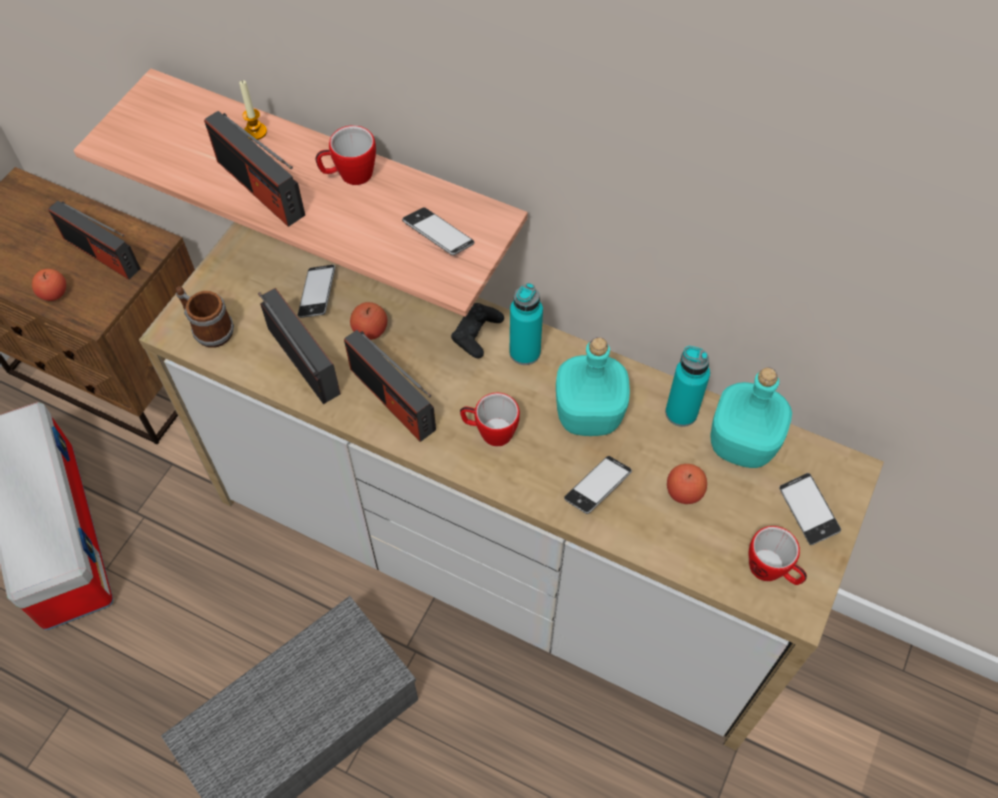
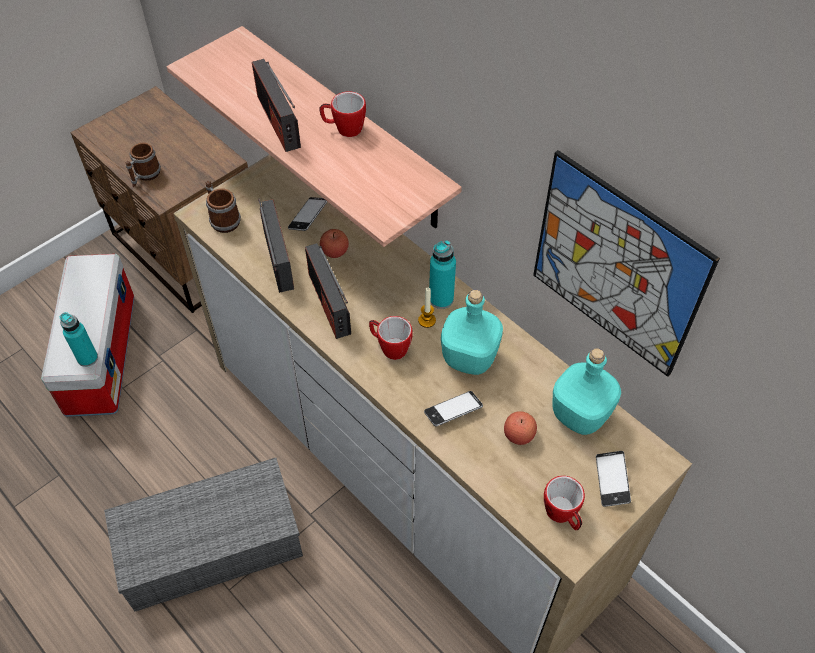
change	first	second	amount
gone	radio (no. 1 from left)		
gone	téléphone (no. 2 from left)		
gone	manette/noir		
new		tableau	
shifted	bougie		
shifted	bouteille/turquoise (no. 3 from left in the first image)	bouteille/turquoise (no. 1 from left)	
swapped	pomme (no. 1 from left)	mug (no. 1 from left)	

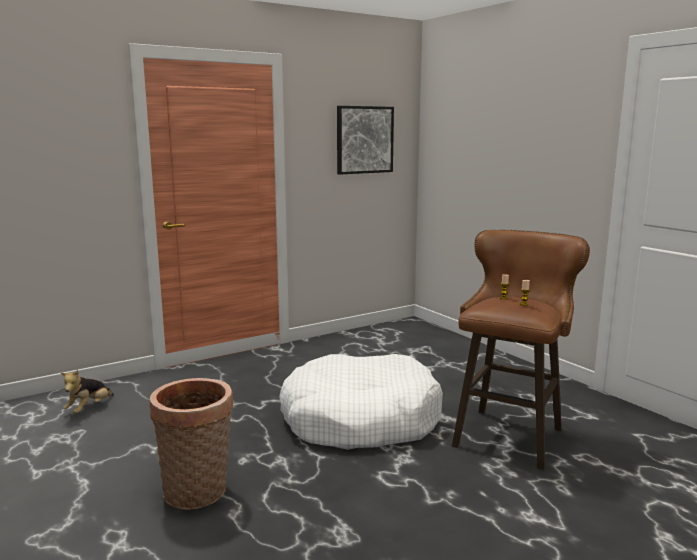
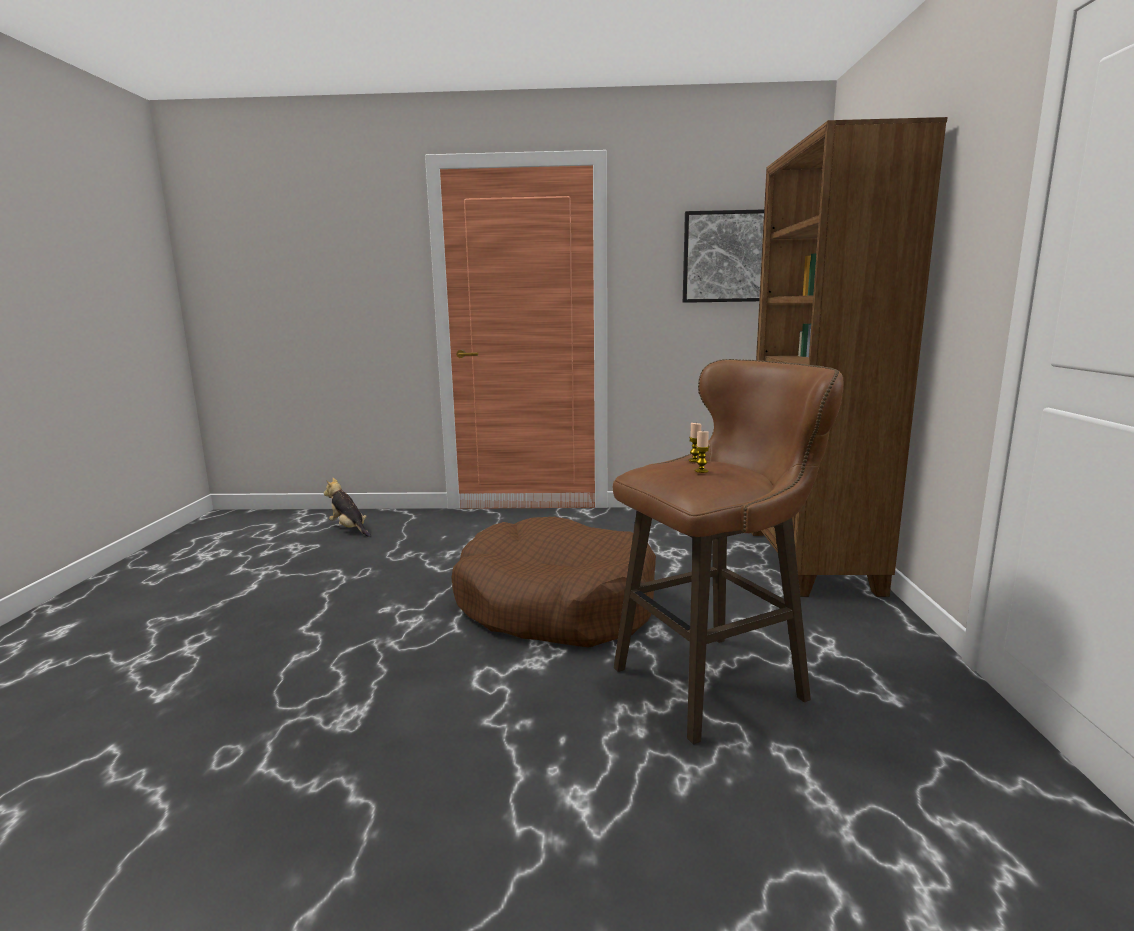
change	first	second	amount
gone	panier		
new		bibliothèque/marron	
repainted	panier pour chien/blanc	panier pour chien/marron	
rotated	peluche		75 degrees clockwise

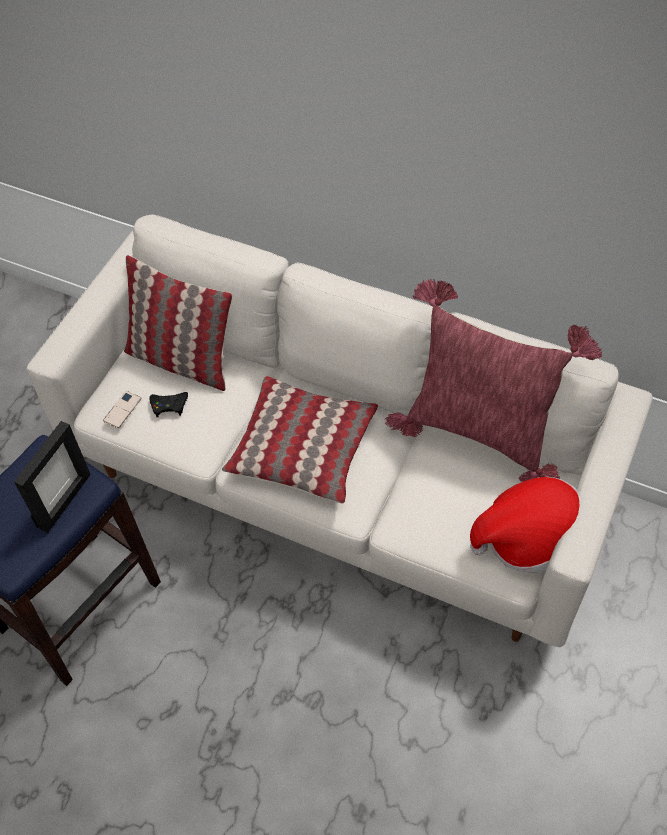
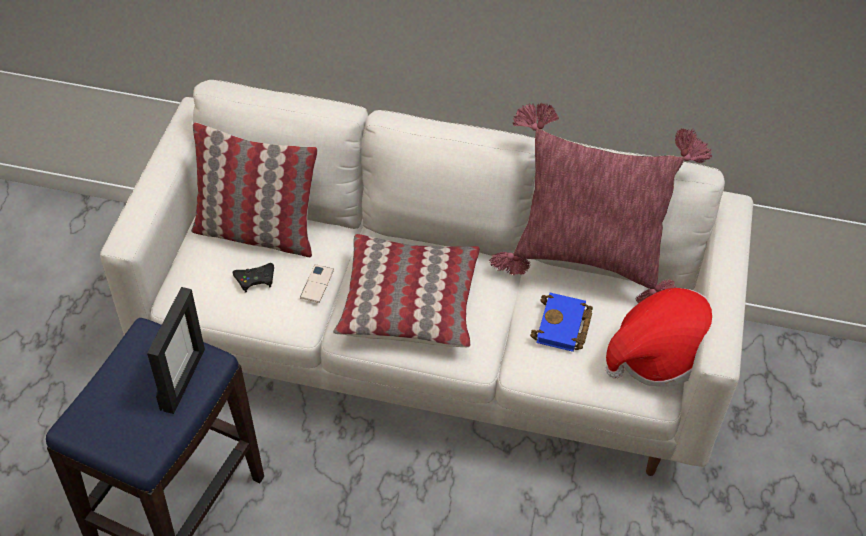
change	first	second	amount
new		livre/bleu	
shifted	téléphone		

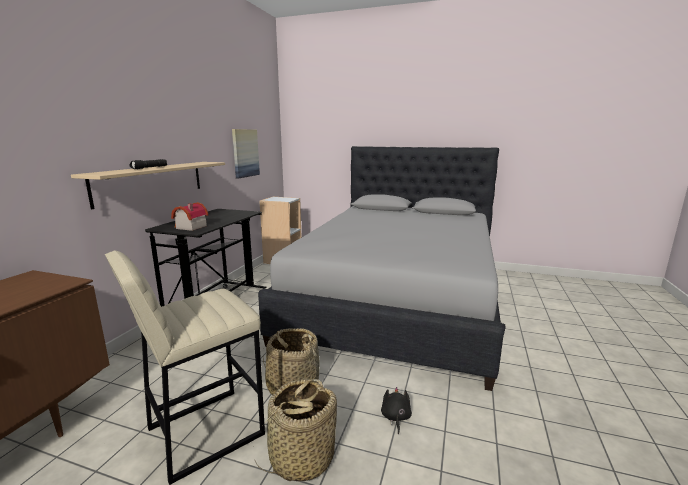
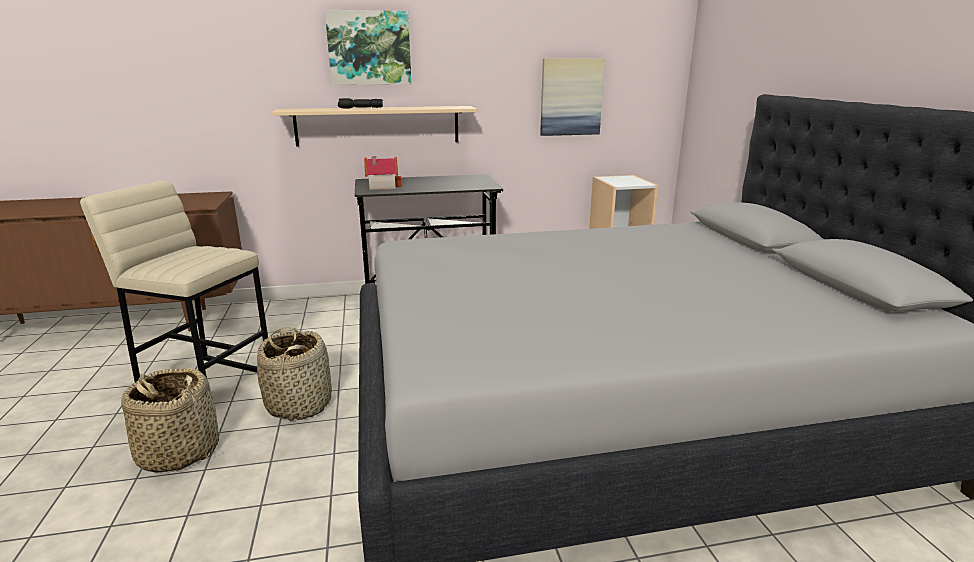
change	first	second	amount
gone	peluche/noir		
new		tableau (no. 1 from left)	

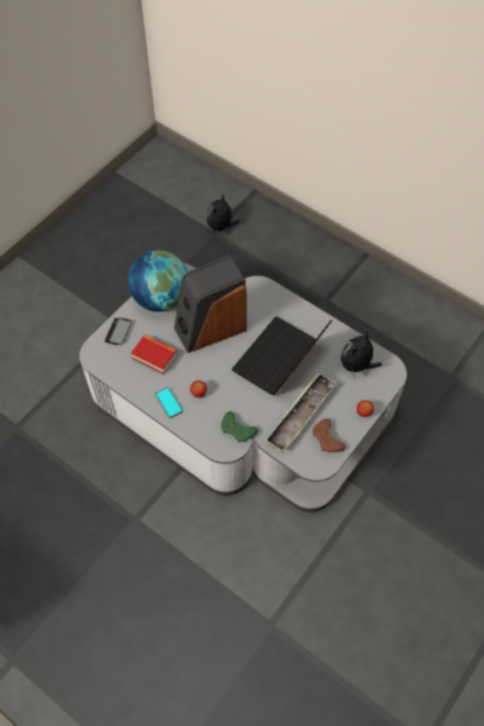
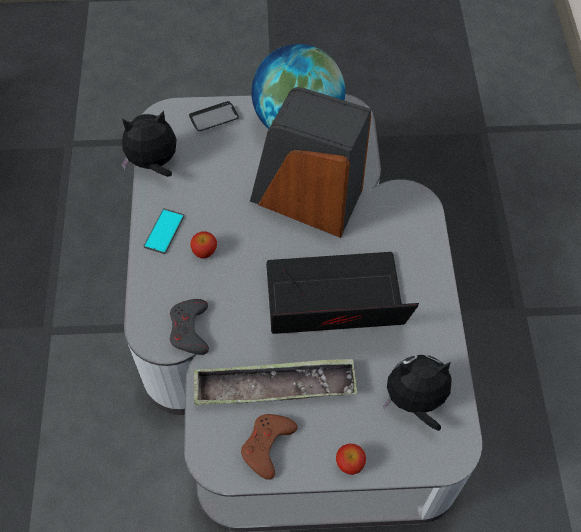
change	first	second	amount
gone	livre		
shifted	peluche (no. 1 from left)		
repainted	manette/vert	manette/gris	

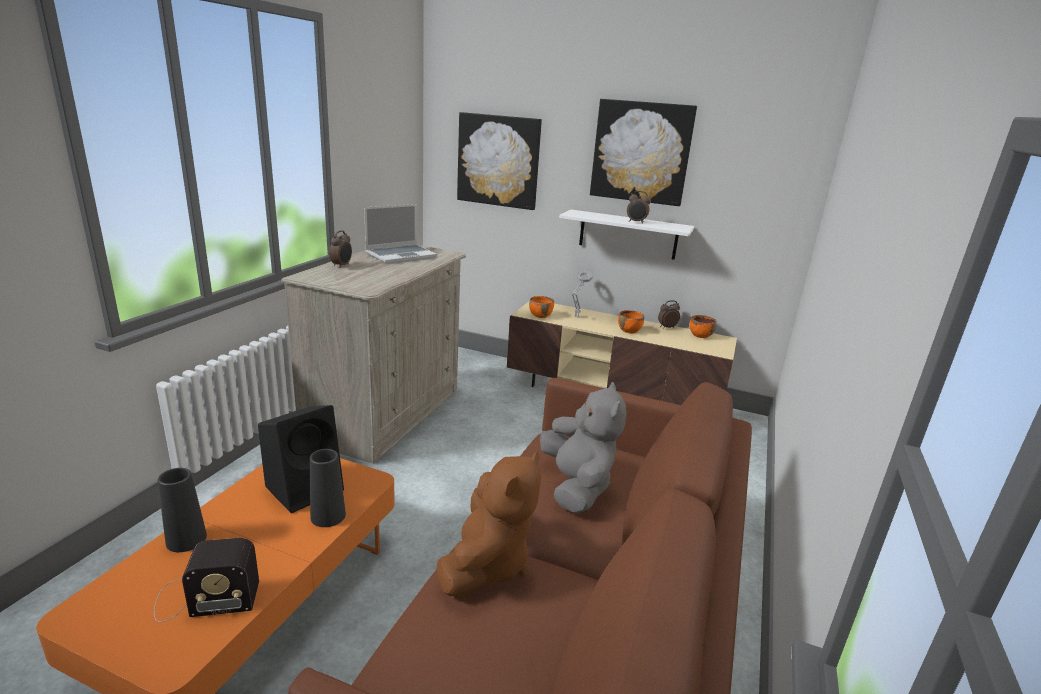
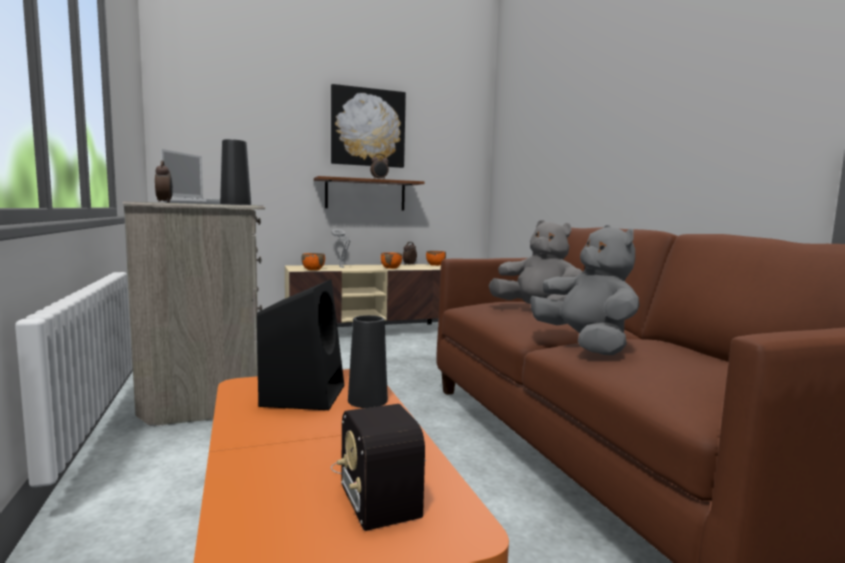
change	first	second	amount
gone	tableau (no. 1 from left)		
shifted	vase/noir (no. 1 from left)		
repainted	peluche/marron	peluche/gris (no. 2 from left)	
repainted	étagère/blanc	étagère/marron	
rotated	radio		120 degrees clockwise

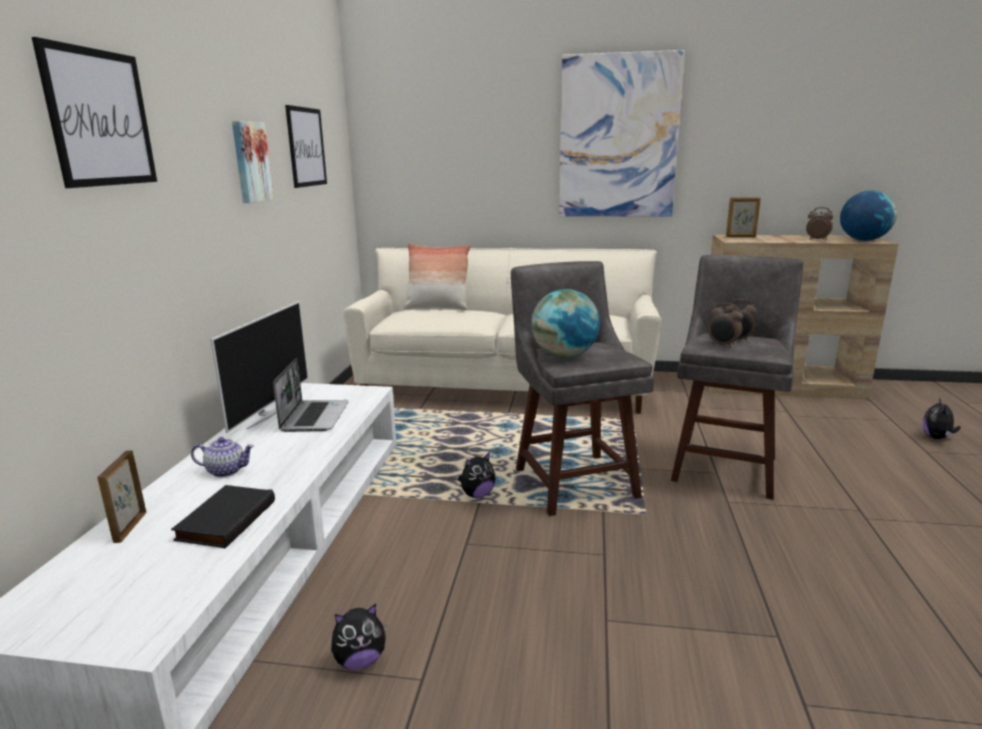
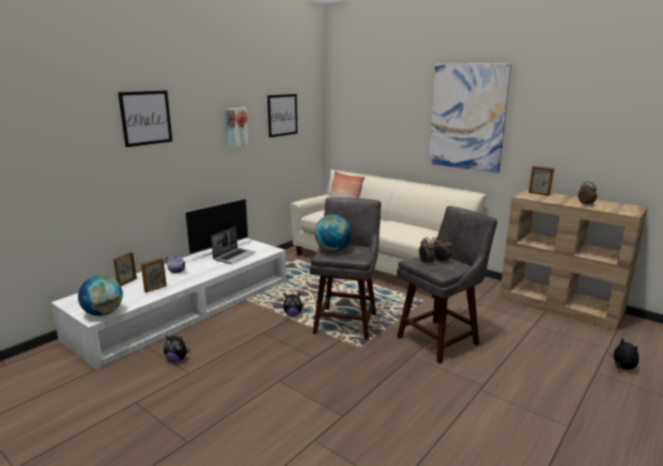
change	first	second	amount
shifted	globe (no. 2 from left in the first image)	globe (no. 1 from left)	
swapped	livre/noir	cadre photo (no. 2 from left)	
rotated	peluche (no. 3 from left)		105 degrees clockwise

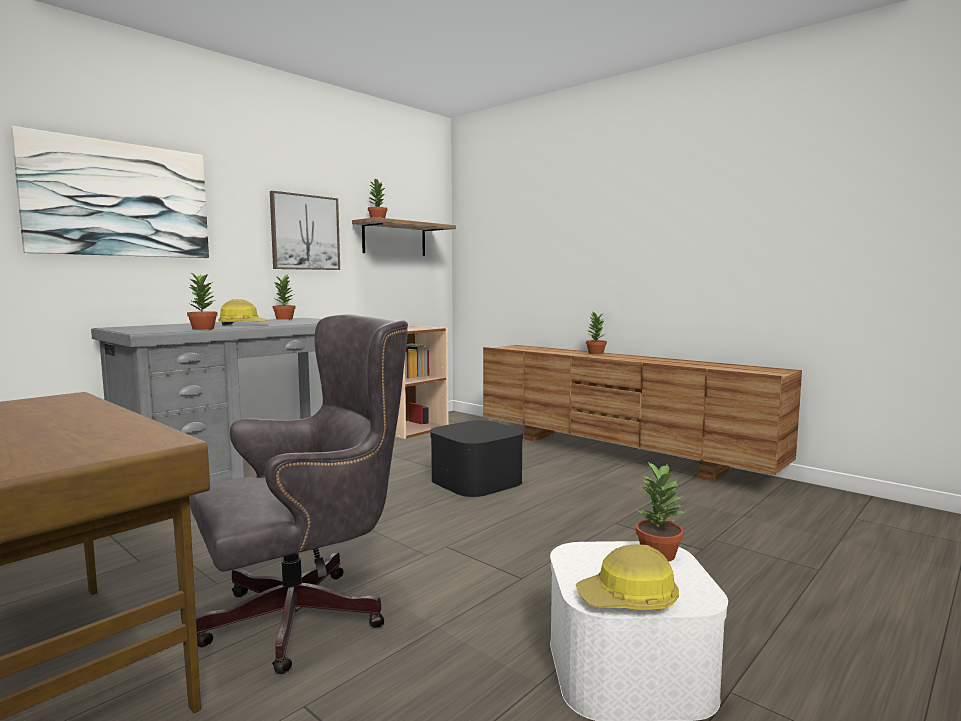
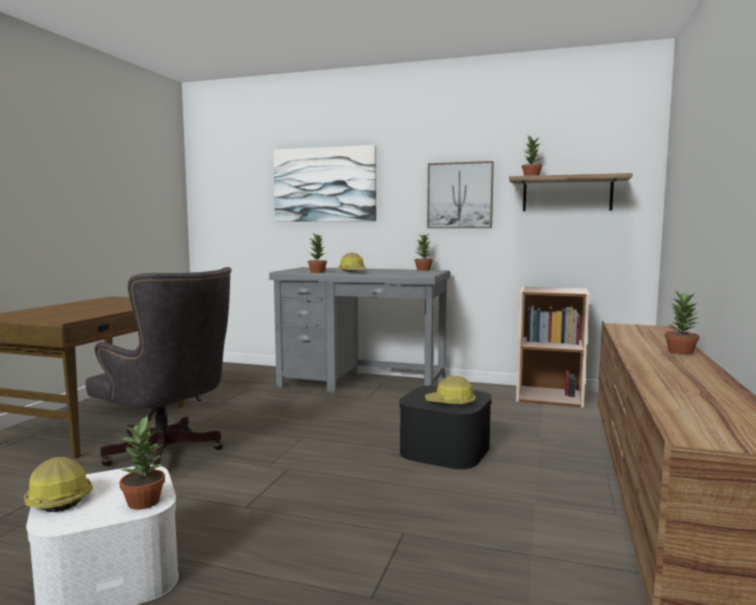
change	first	second	amount
new		casque de chantier (no. 3 from left)	

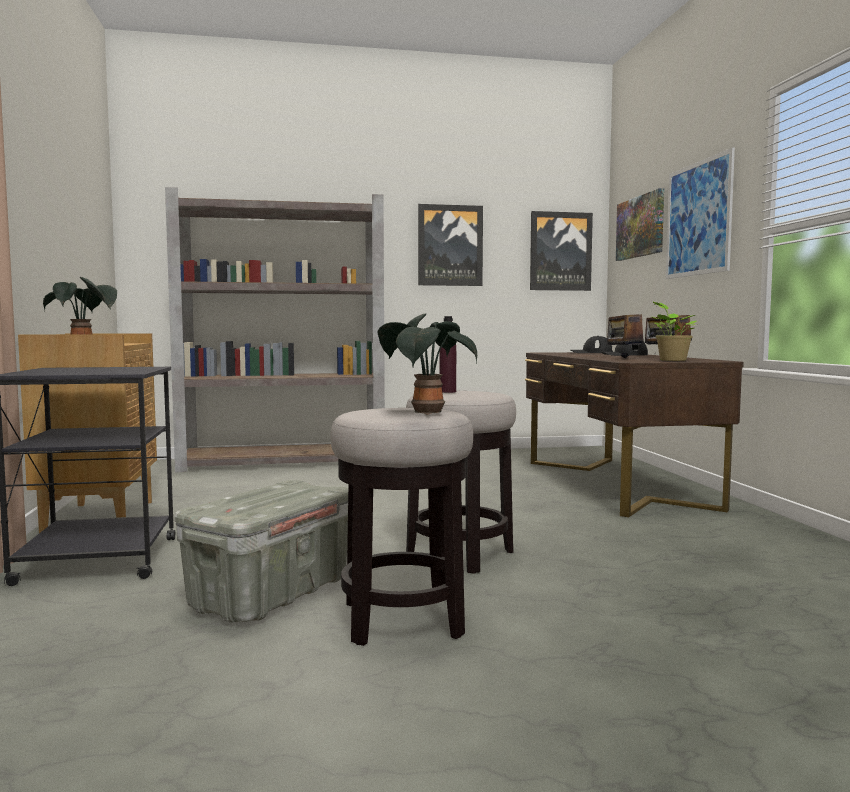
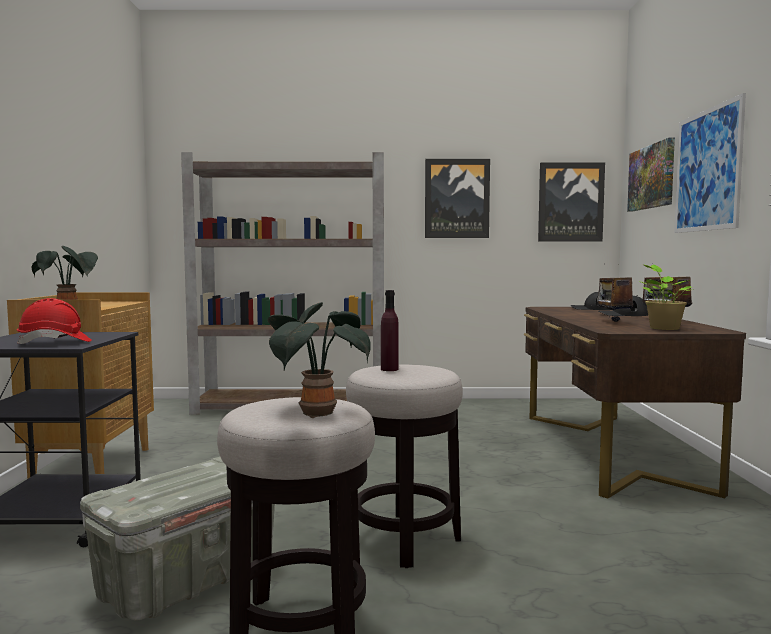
change	first	second	amount
new		casque de chantier/rouge	

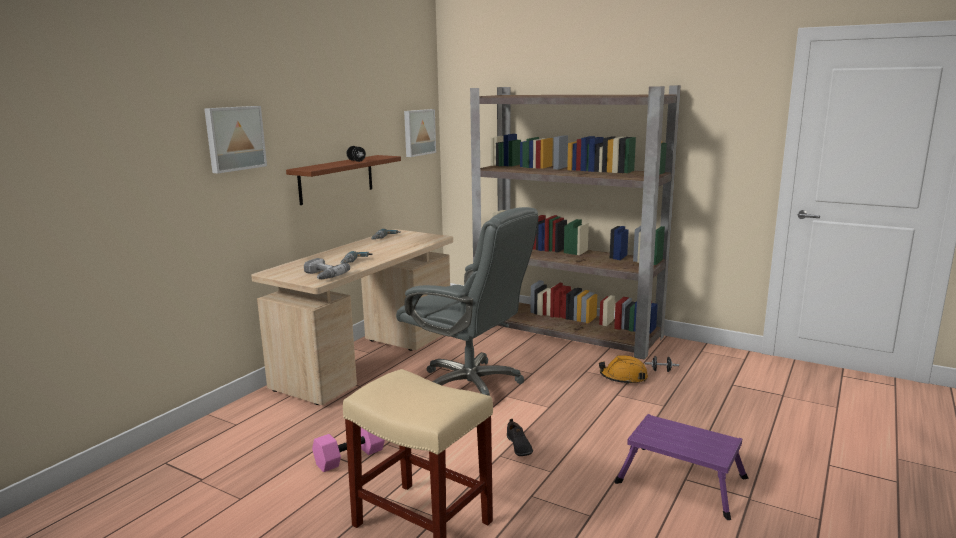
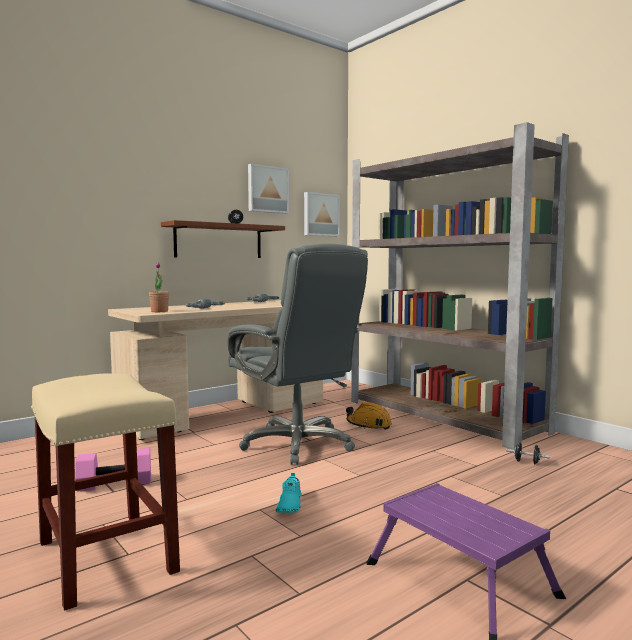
change	first	second	amount
shifted	tableau (no. 1 from left)		
shifted	casque de chantier/orange		
swapped	perceuse (no. 1 from left)	plante en pot	
repainted	chaussure/noir	chaussure/turquoise	

